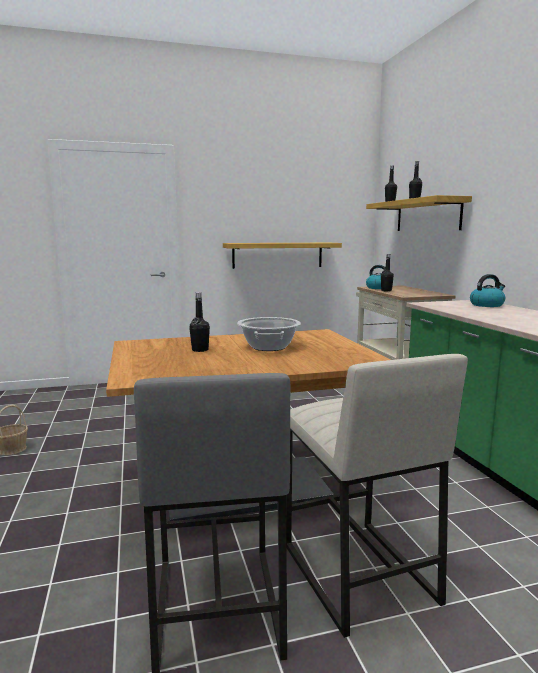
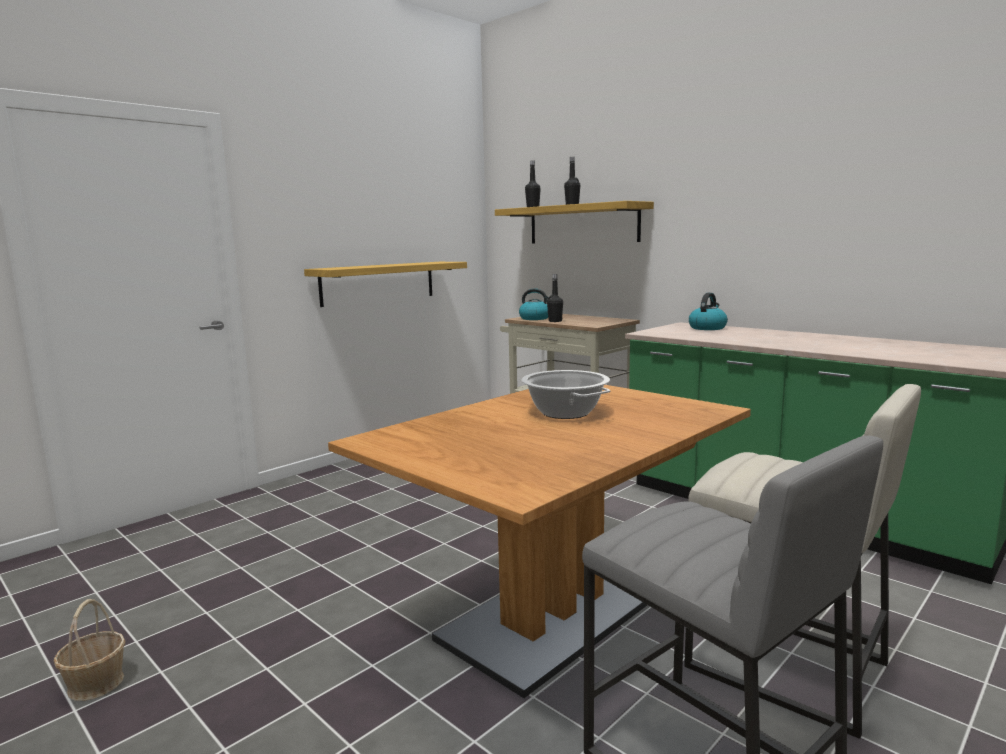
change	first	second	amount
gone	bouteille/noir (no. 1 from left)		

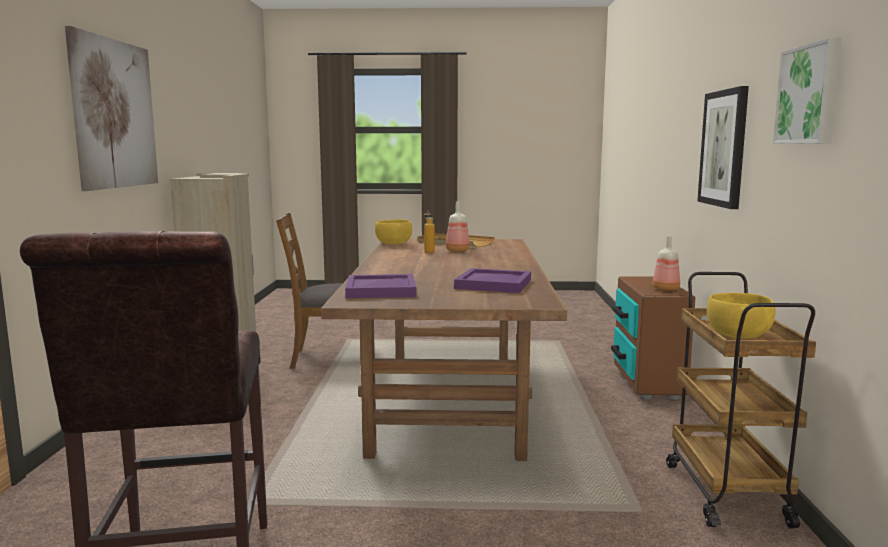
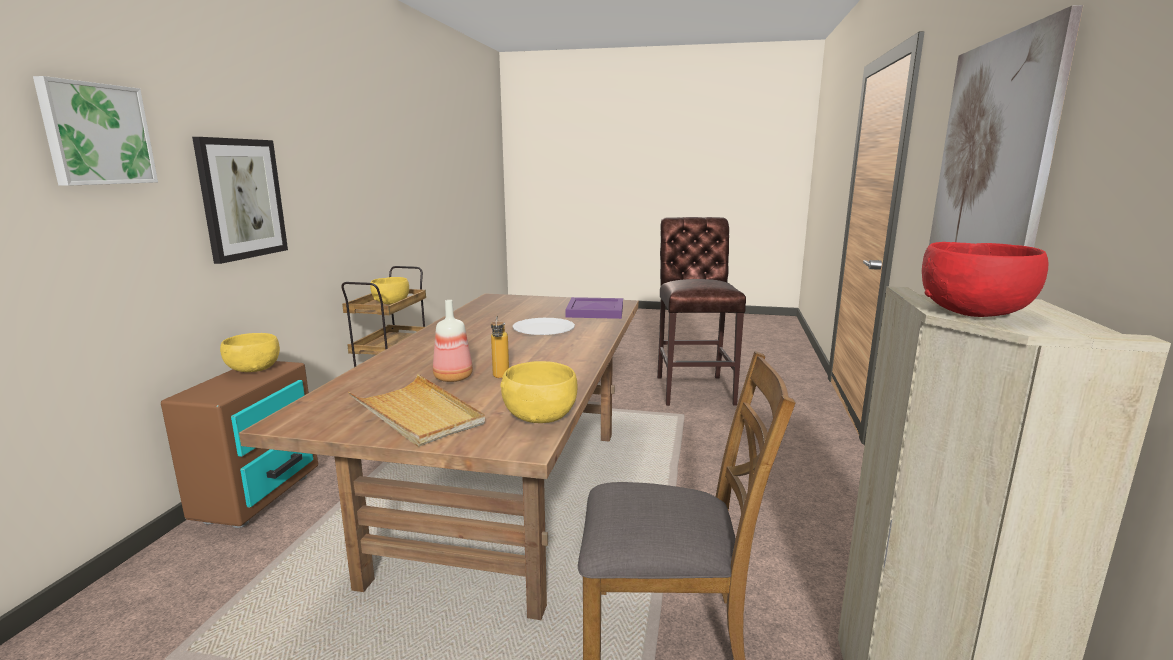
change	first	second	amount
gone	plateau/violet (no. 2 from left)		
new		assiette/blanc	
new		bol/rouge	
shifted	tableau (no. 3 from left in the first image)	tableau (no. 1 from left)	
swapped	bouteille (no. 3 from left)	bol/jaune (no. 1 from left)	

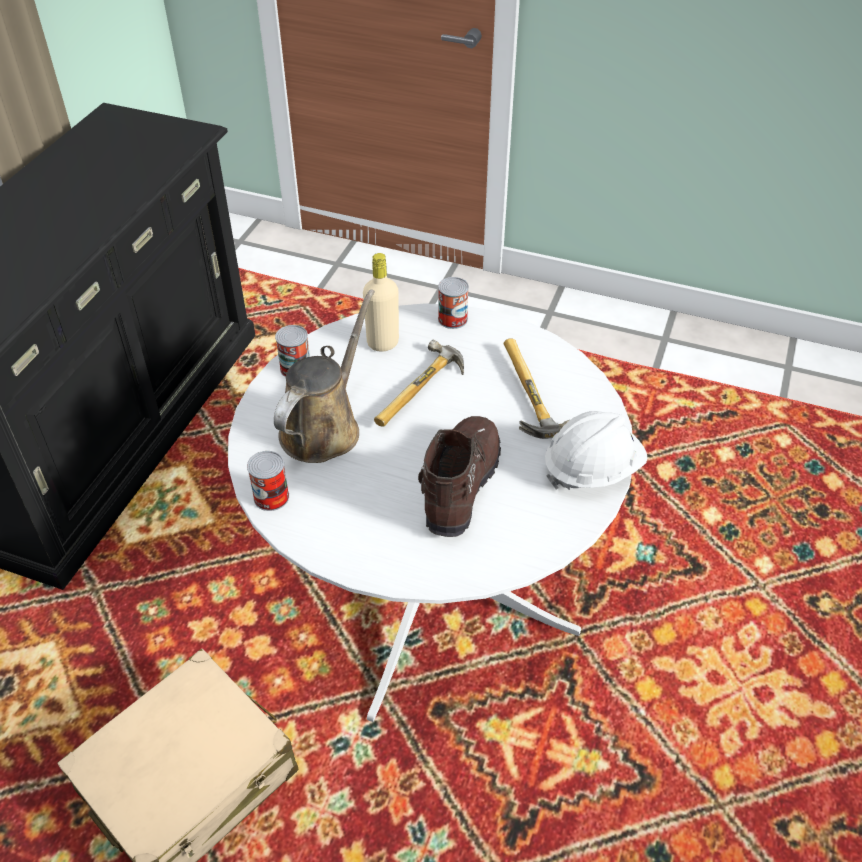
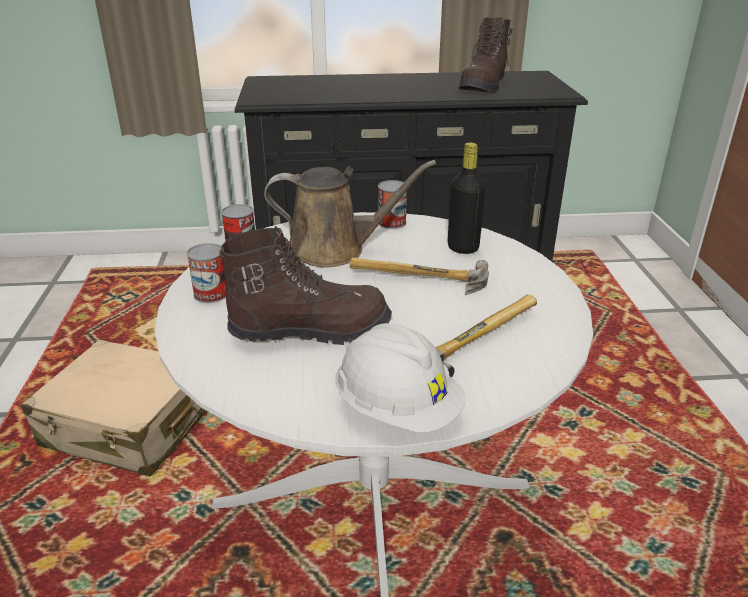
change	first	second	amount
new		botte/marron (no. 2 from left)	
shifted	boîte métallique (no. 3 from left in the first image)	boîte métallique (no. 1 from left)	
repainted	bouteille/beige	bouteille/noir	

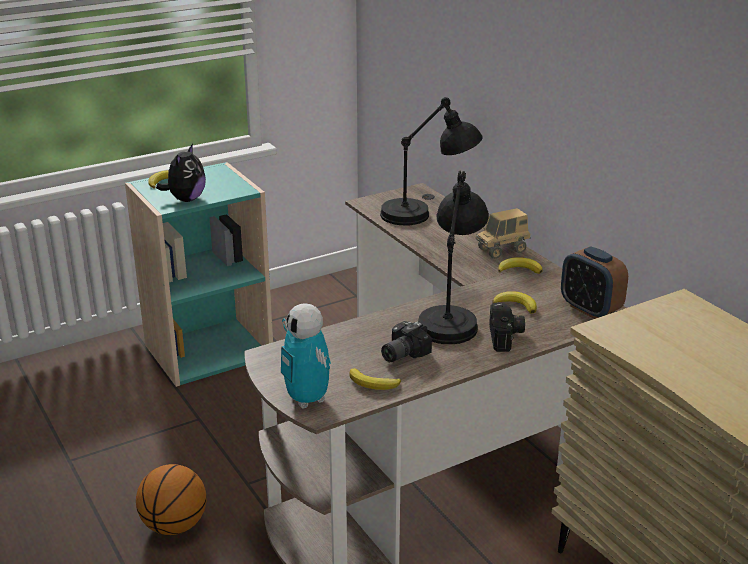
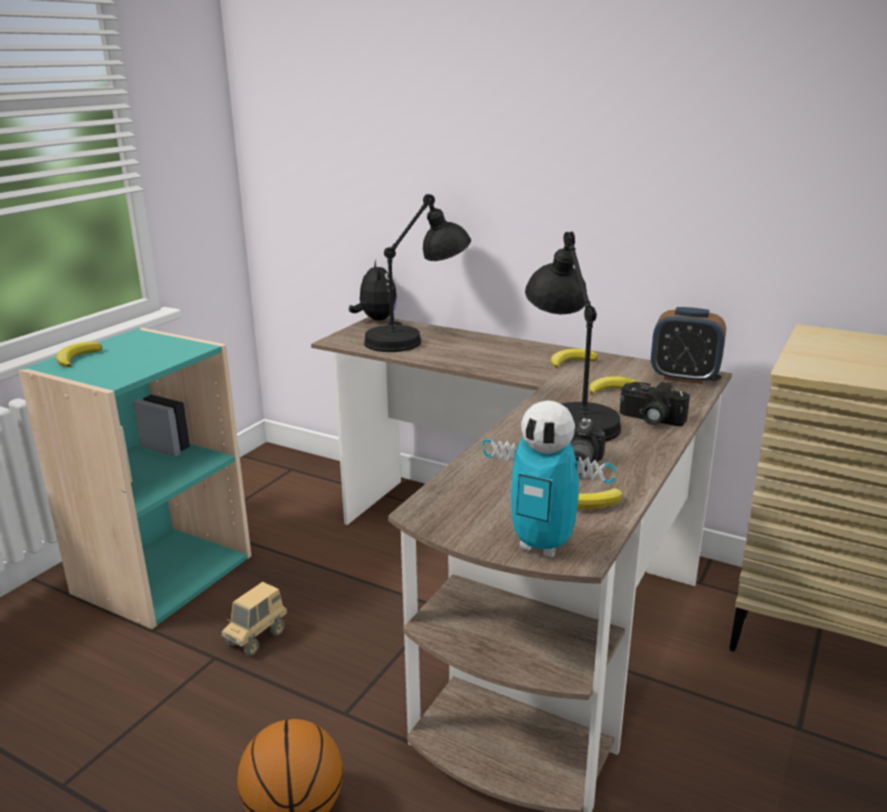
change	first	second	amount
shifted	peluche		
shifted	camion jouet		
rotated	appareil photo (no. 2 from left)		150 degrees clockwise

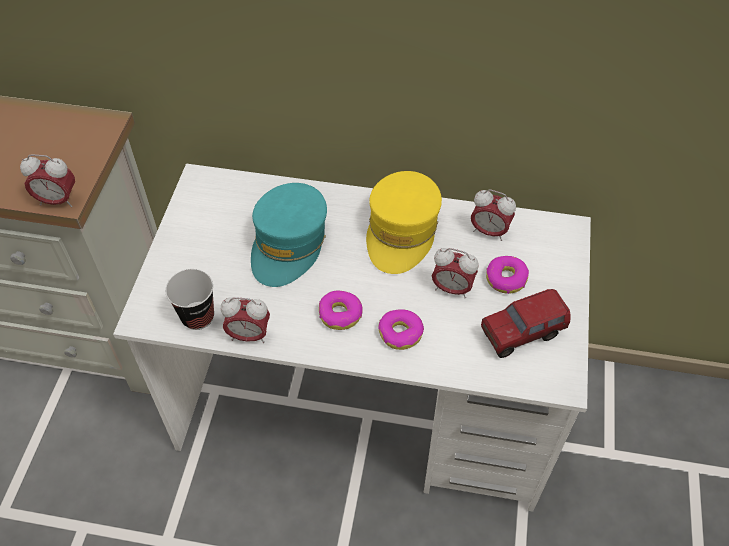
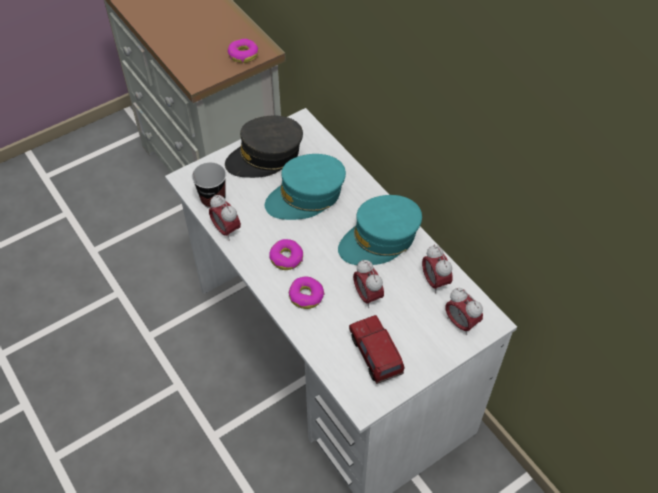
change	first	second	amount
new		casquette/gris	
shifted	réveil (no. 1 from left in the first image)	réveil (no. 4 from left)	
shifted	beignet (no. 3 from left in the first image)	beignet (no. 1 from left)	
repainted	casquette/jaune	casquette/turquoise (no. 2 from left)	
rotated	camion jouet		45 degrees clockwise

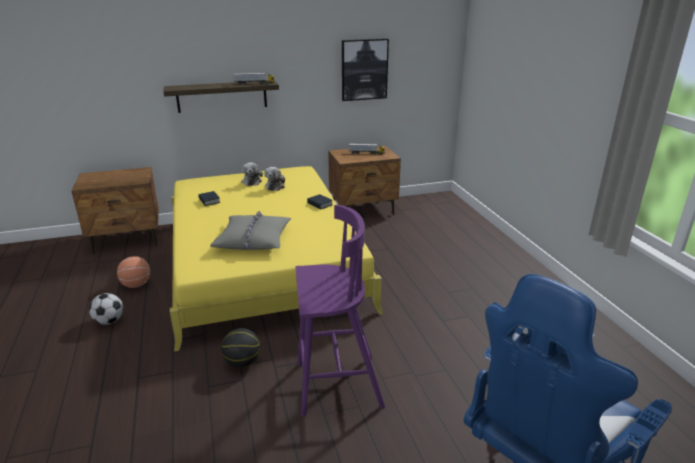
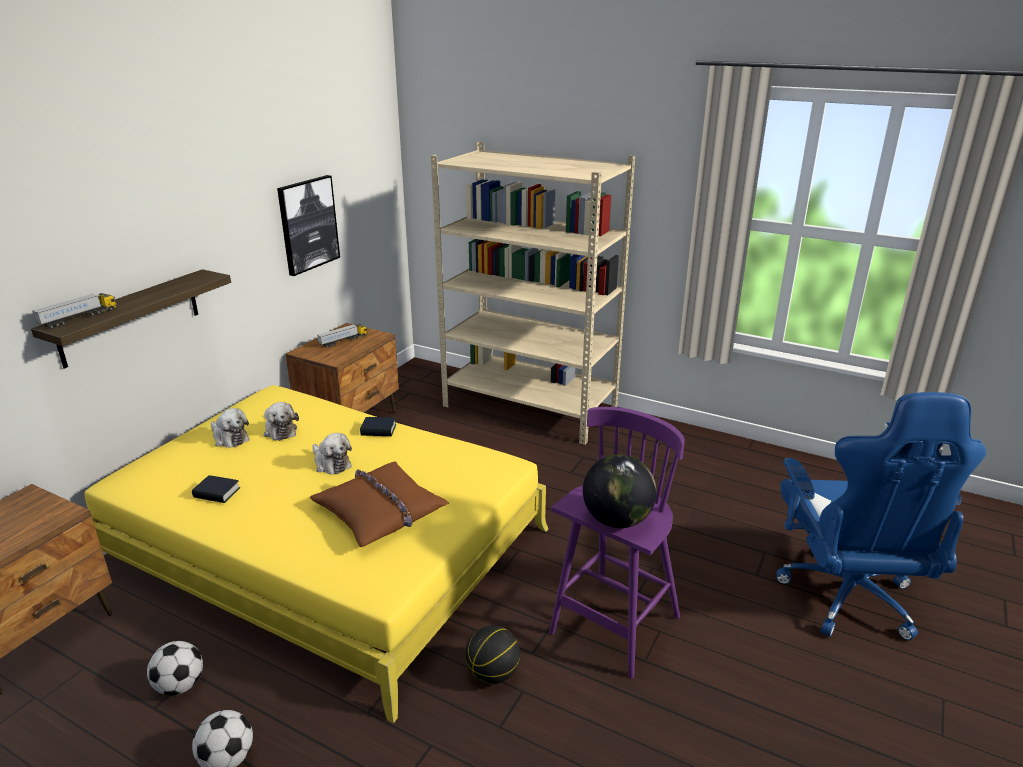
change	first	second	amount
new		peluche (no. 3 from left)	
new		bibliothèque/beige	
new		globe	
shifted	camion jouet (no. 1 from left)		
swapped	ballon de basket (no. 1 from left)	ballon de foot (no. 1 from left)	
repainted	coussin/gris	coussin/marron	

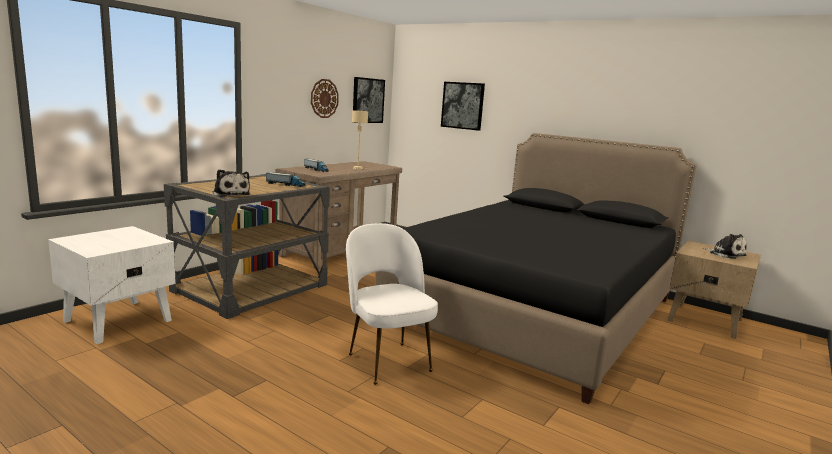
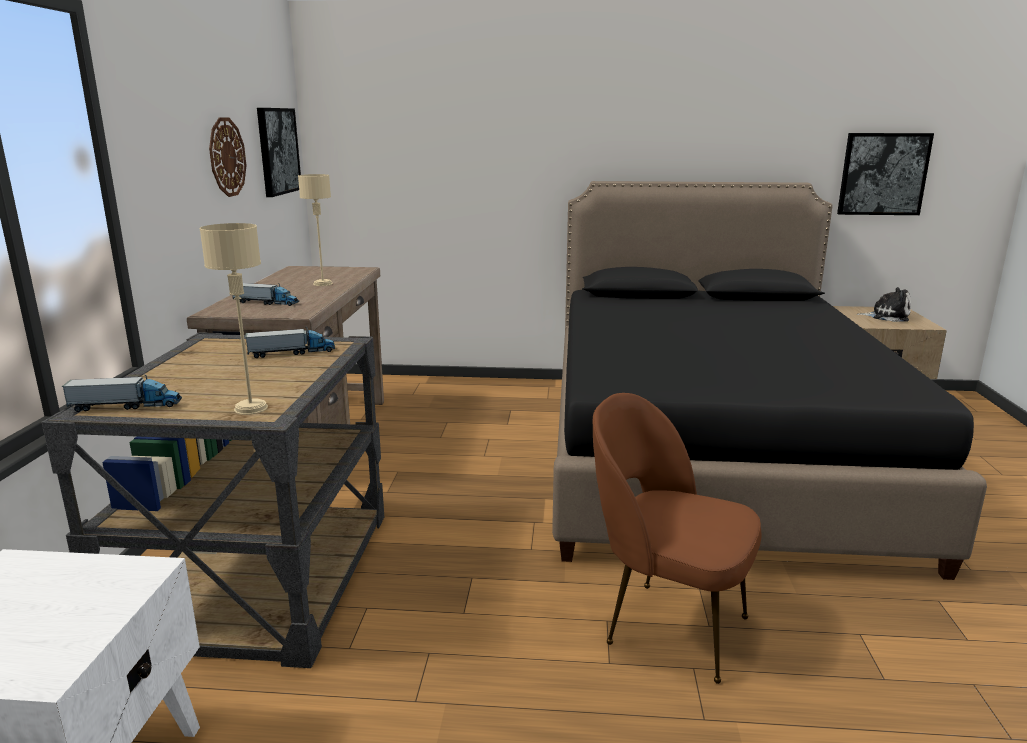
change	first	second	amount
new		camion jouet (no. 1 from left)	
shifted	tableau (no. 2 from left)		
swapped	peluche (no. 1 from left)	lampe de table/beige (no. 1 from left)	
repainted	chaise/blanc	chaise/marron	

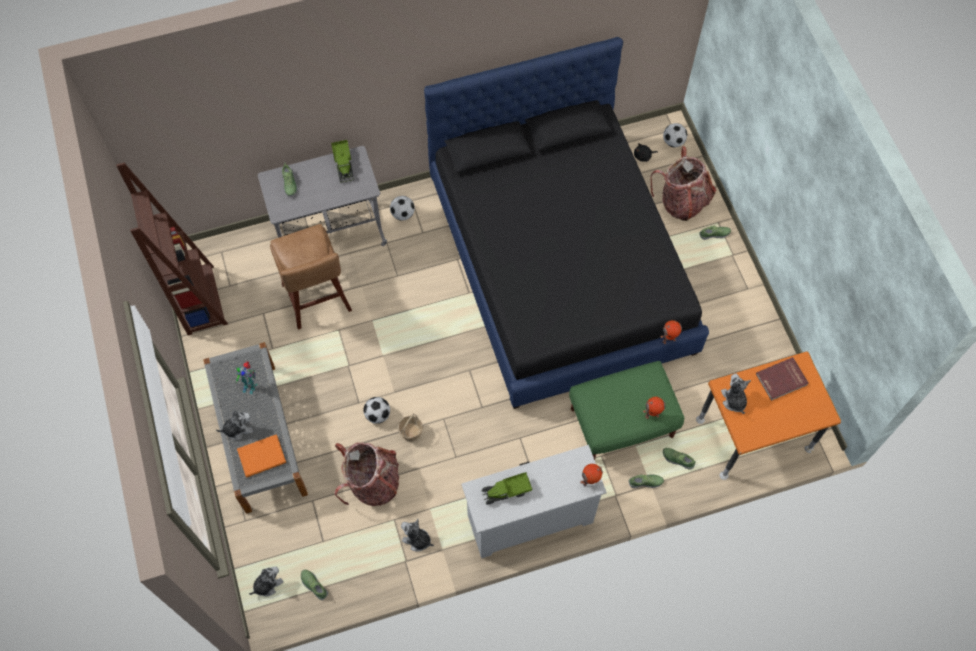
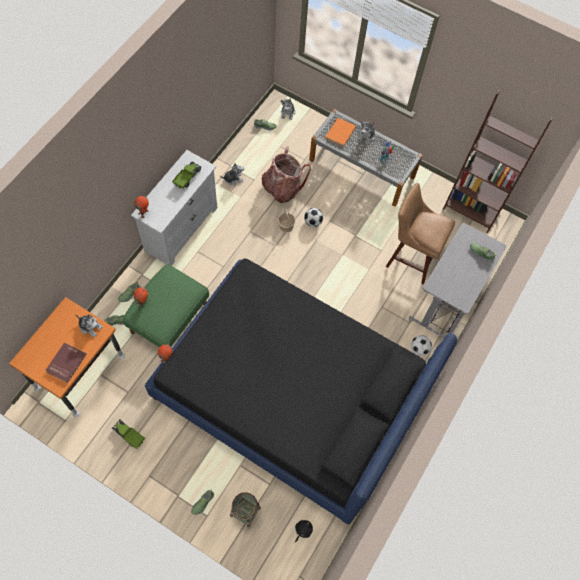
change	first	second	amount
gone	ballon de foot (no. 3 from left)		
shifted	camion jouet (no. 1 from left)		
swapped	sac à dos (no. 2 from left)	panier (no. 1 from left)	

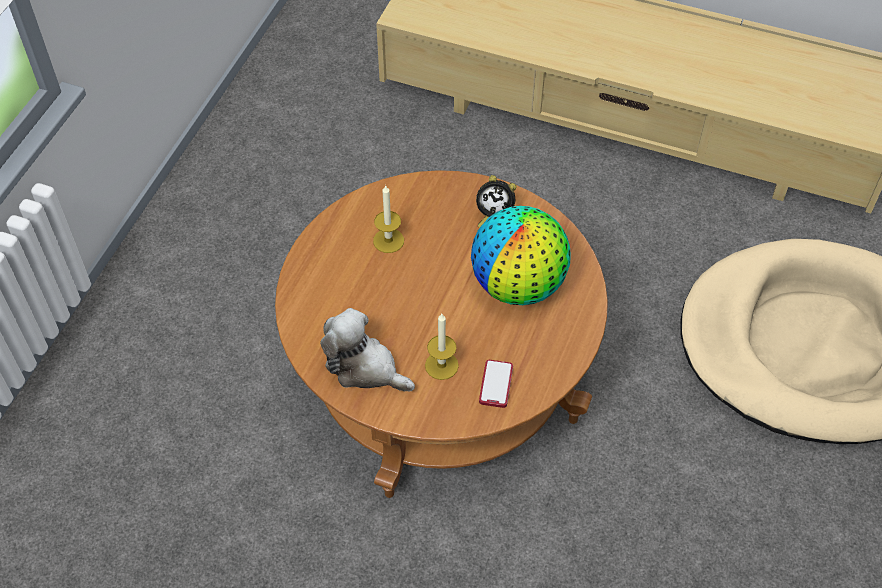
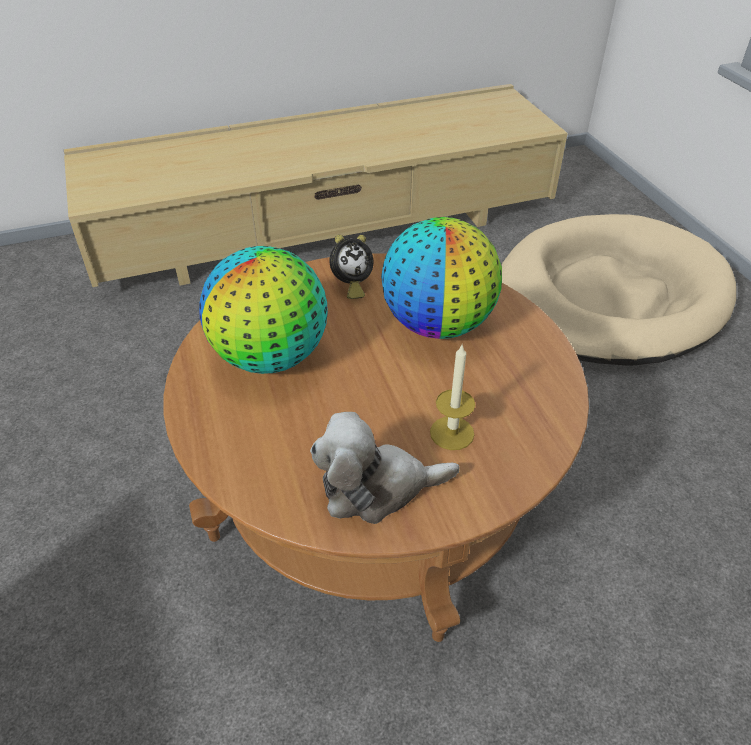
change	first	second	amount
gone	téléphone		
swapped	bougie (no. 1 from left)	globe (no. 1 from left)	

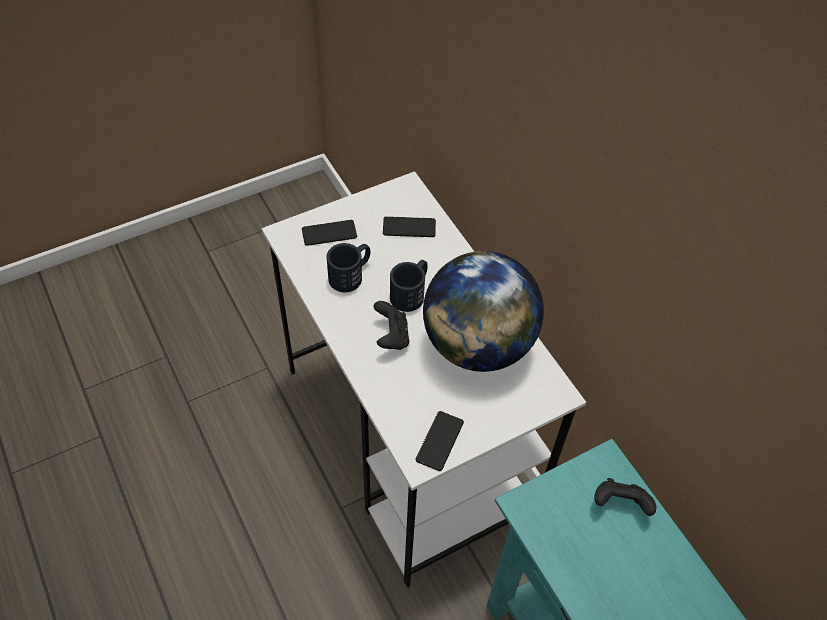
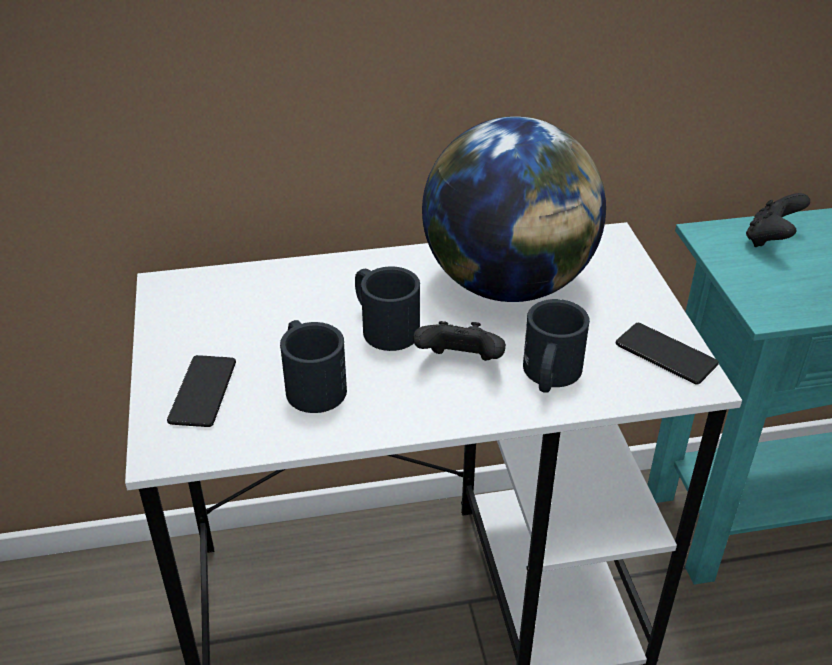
change	first	second	amount
gone	téléphone (no. 2 from left)		
new		mug/noir (no. 3 from left)	

